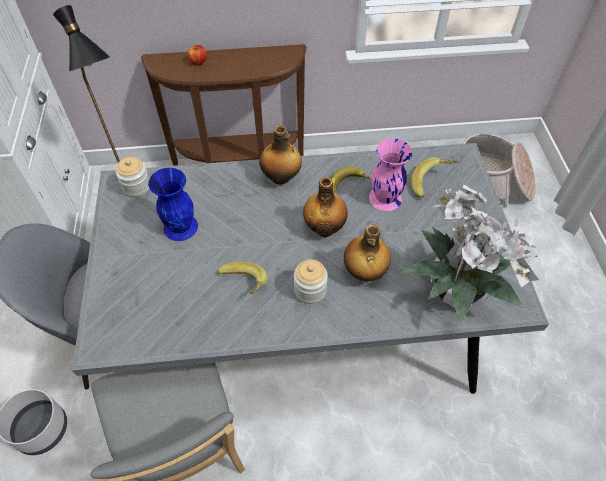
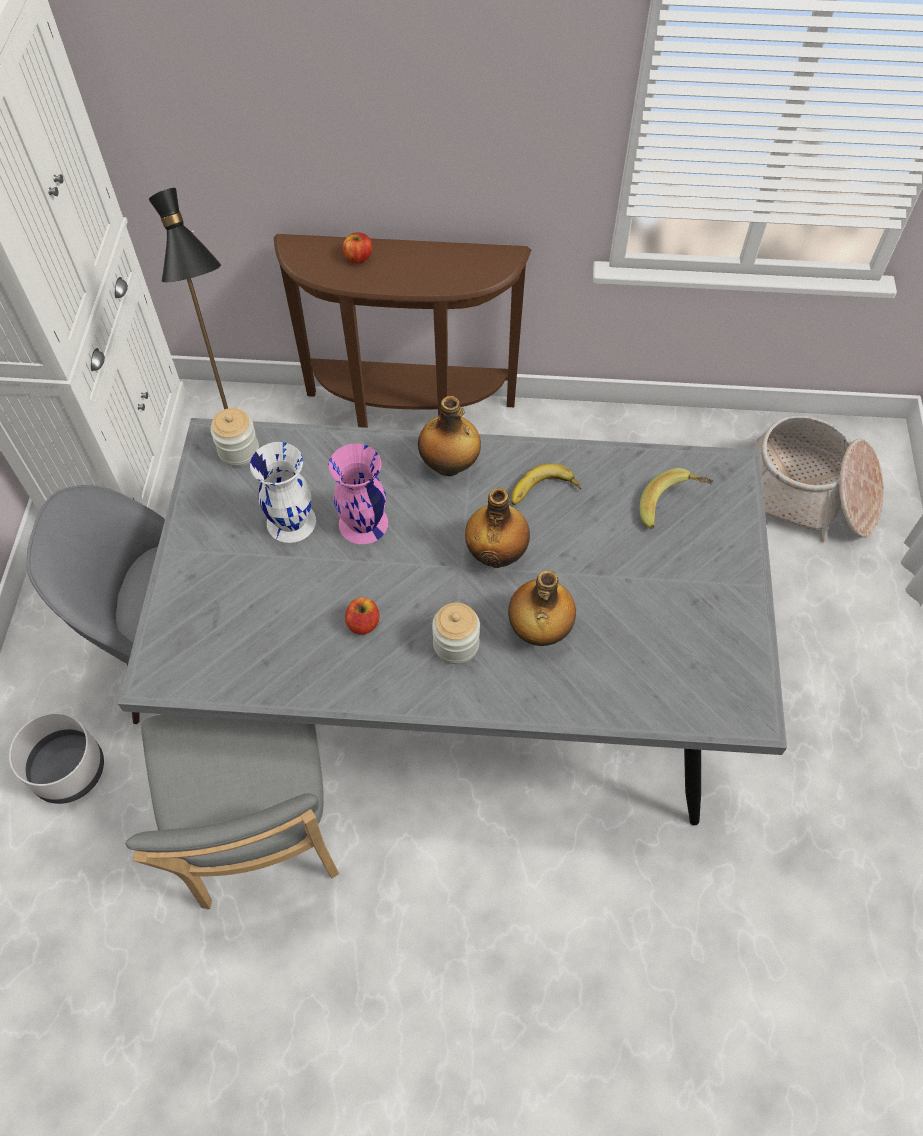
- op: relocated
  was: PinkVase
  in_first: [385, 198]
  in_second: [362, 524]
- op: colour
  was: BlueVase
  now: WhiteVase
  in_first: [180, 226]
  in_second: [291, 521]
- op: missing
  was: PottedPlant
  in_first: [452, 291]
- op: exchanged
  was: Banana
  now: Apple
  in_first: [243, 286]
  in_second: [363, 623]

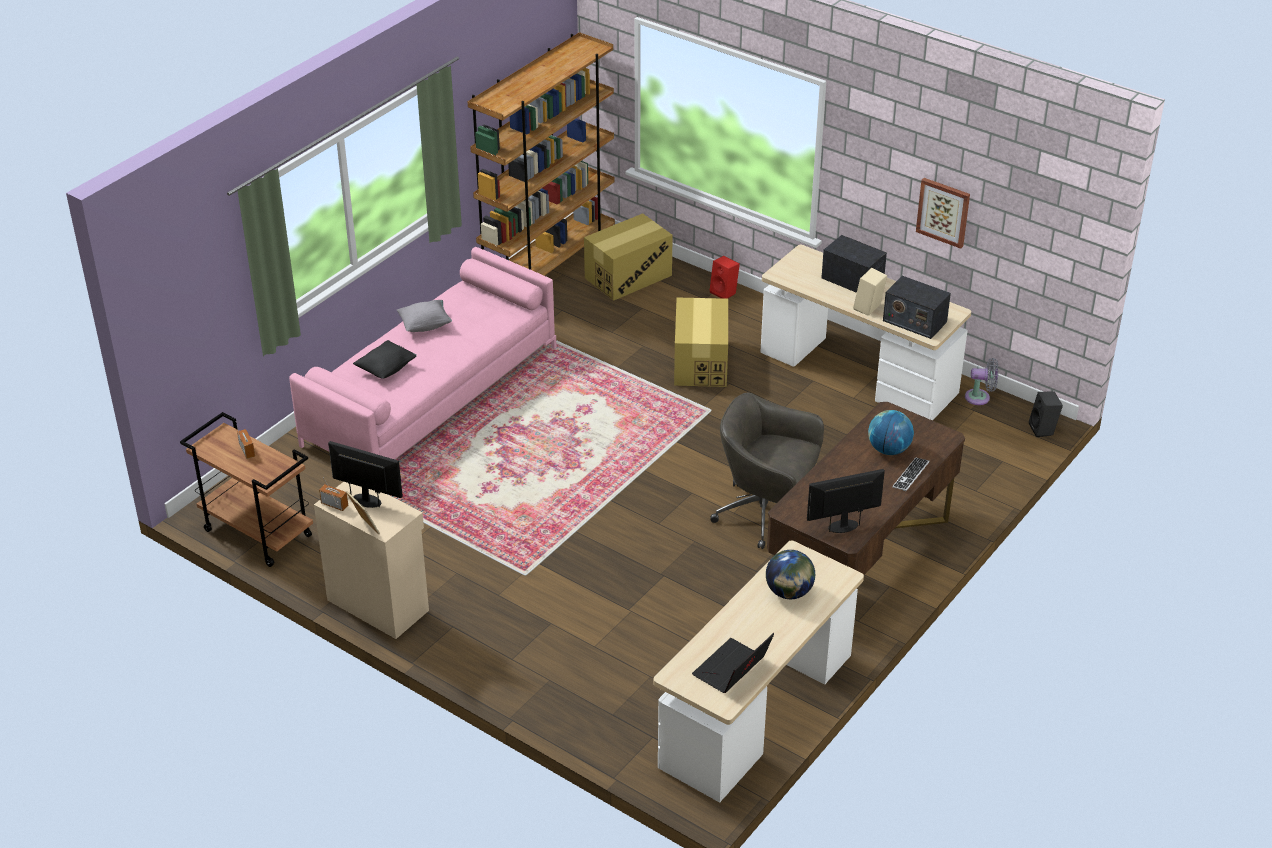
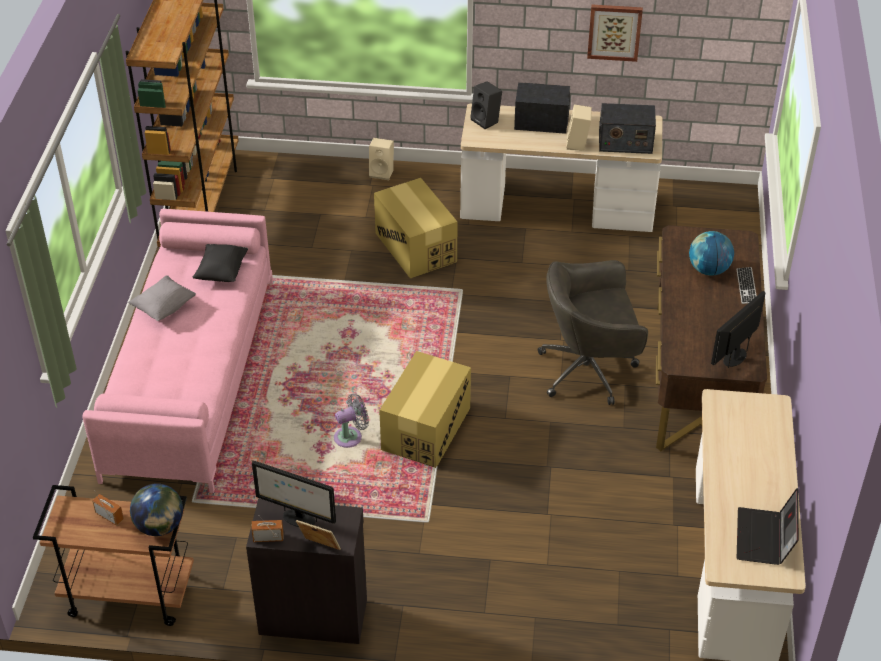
- op: relocated
  was: CardboardBox
  in_first: [628, 276]
  in_second: [426, 428]
- op: colour
  was: RedSpeaker
  now: BeigeSpeaker
  in_first: [724, 292]
  in_second: [382, 172]
- op: relocated
  was: BlackPillow
  in_first: [386, 369]
  in_second: [222, 272]
- op: relocated
  was: GreyFan
  in_first: [980, 397]
  in_second: [351, 436]
- op: relocated
  was: BlackSpeaker
  in_first: [1043, 429]
  in_second: [486, 120]
- op: spun
  was: Monitor
  in_first: [367, 500]
  in_second: [298, 518]
  clockwise: -150
- op: colour
  was: BeigeCabinet
  now: BlackCabinet
  in_first: [378, 604]
  in_second: [312, 615]
- op: relocated
  was: Globe
  in_first: [789, 592]
  in_second: [160, 526]

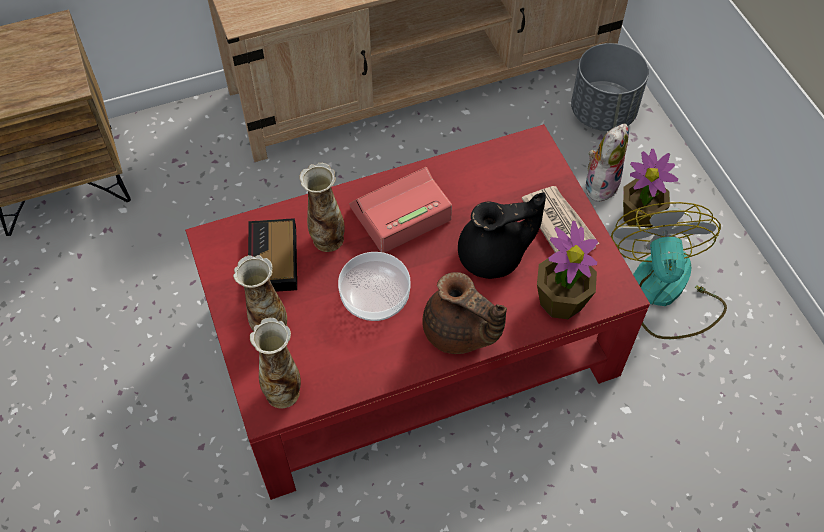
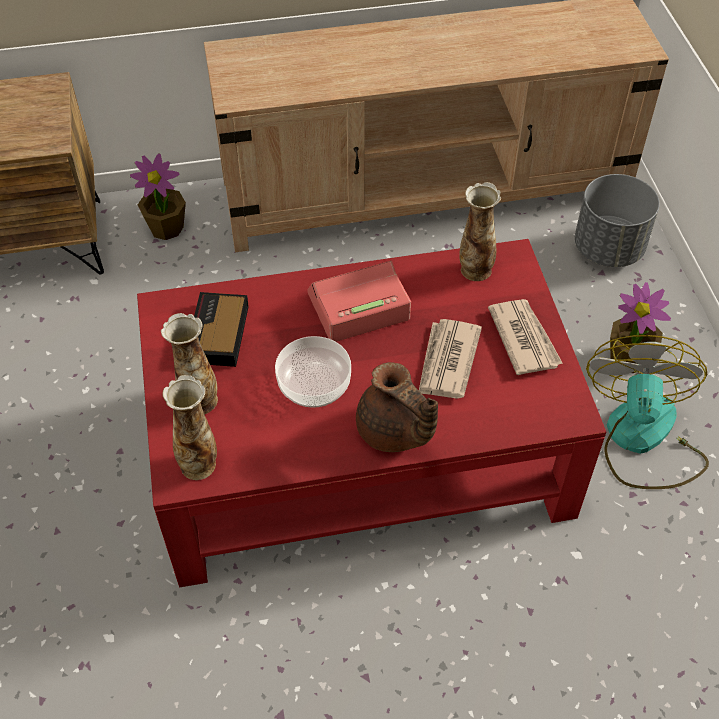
- op: missing
  was: PlushToy
  in_first: [600, 183]
- op: relocated
  was: Vase
  in_first: [327, 240]
  in_second: [475, 270]
- op: exchanged
  was: BlackTeapot
  now: Newspaper
  in_first: [493, 256]
  in_second: [447, 362]
- op: relocated
  was: PottedPlant
  in_first: [561, 300]
  in_second: [166, 227]

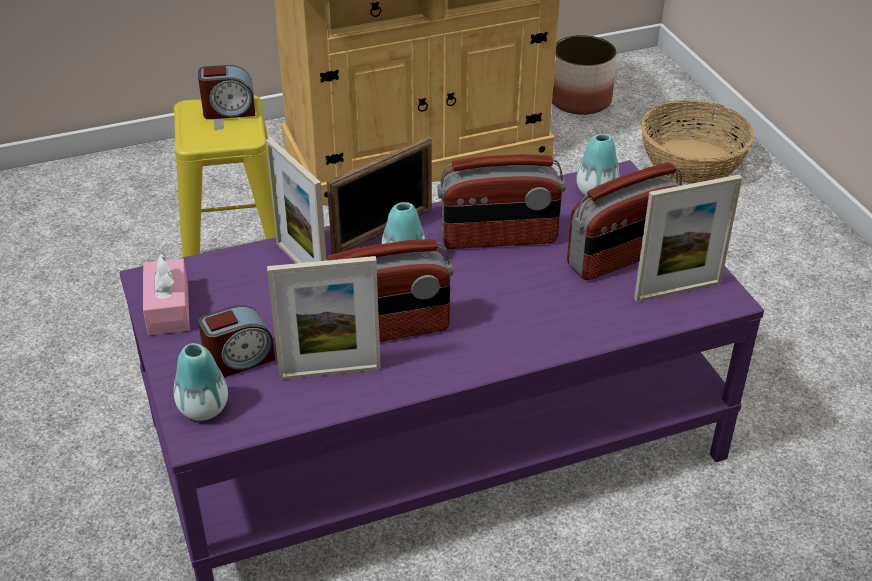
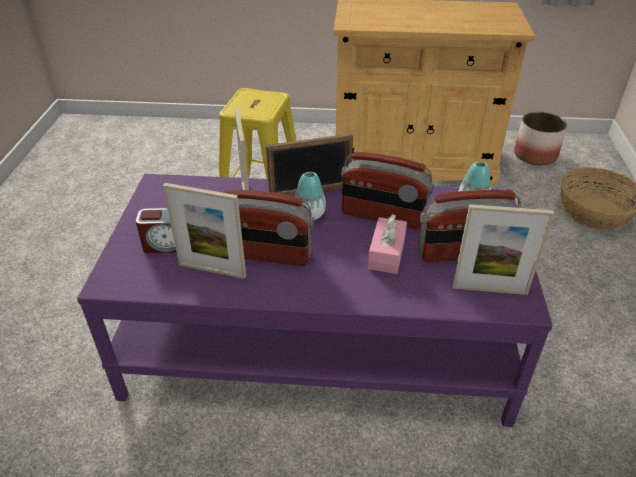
- op: missing
  was: AlarmClock
  in_first: [229, 111]
- op: relocated
  was: PinkTissueBox
  in_first: [168, 308]
  in_second: [386, 254]
- op: missing
  was: Vase
  in_first: [203, 408]

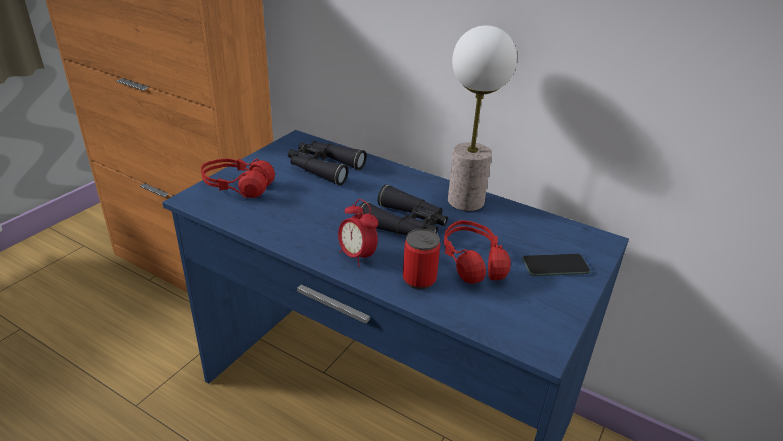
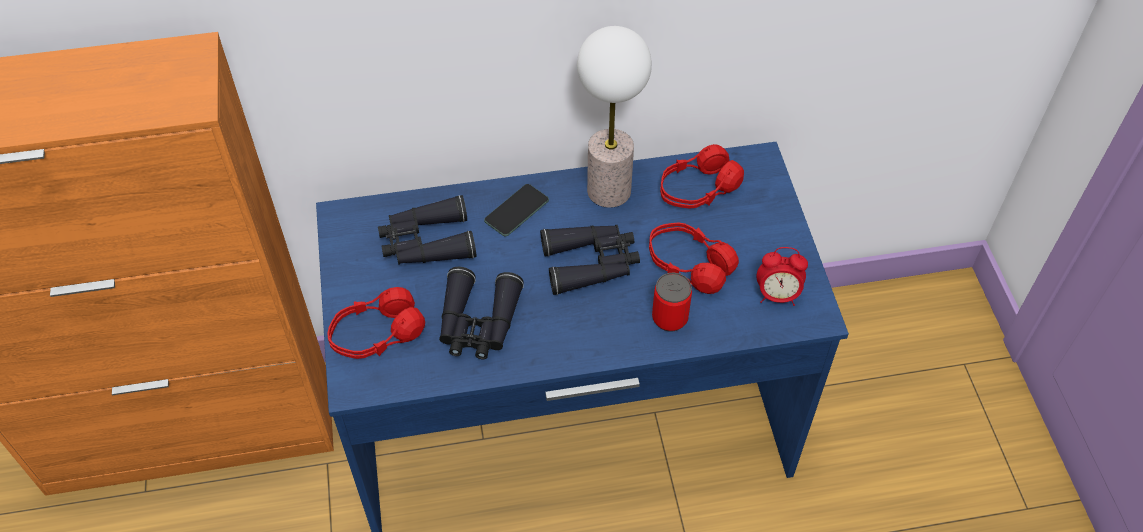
- op: relocated
  was: AlarmClock
  in_first: [357, 256]
  in_second: [777, 295]
- op: relocated
  was: Phone
  in_first: [555, 266]
  in_second: [516, 211]
- op: appeared
  now: RedHeadphones
  in_second: [697, 190]
- op: appeared
  now: BlackBinoculars
  in_second: [478, 323]

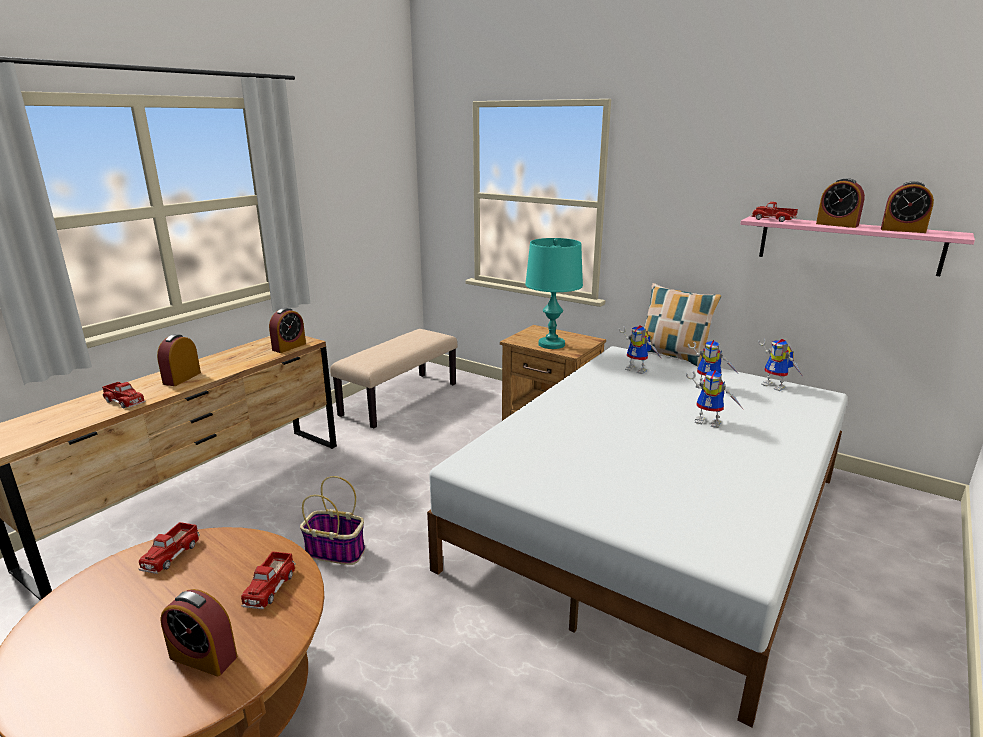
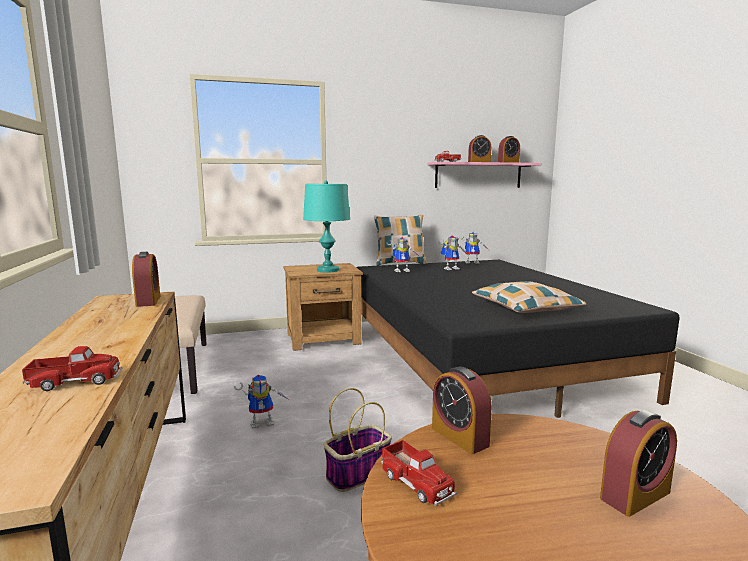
- op: relocated
  was: AlarmClock
  in_first: [182, 378]
  in_second: [459, 437]
- op: colour
  was: WhiteBed
  now: BlackBed
  in_first: [653, 521]
  in_second: [479, 358]
- op: relocated
  was: ToyRobot
  in_first: [710, 422]
  in_second: [263, 422]
- op: missing
  was: ToyTruck
  in_first: [269, 587]
- op: appeared
  now: Pillow
  in_second: [525, 308]

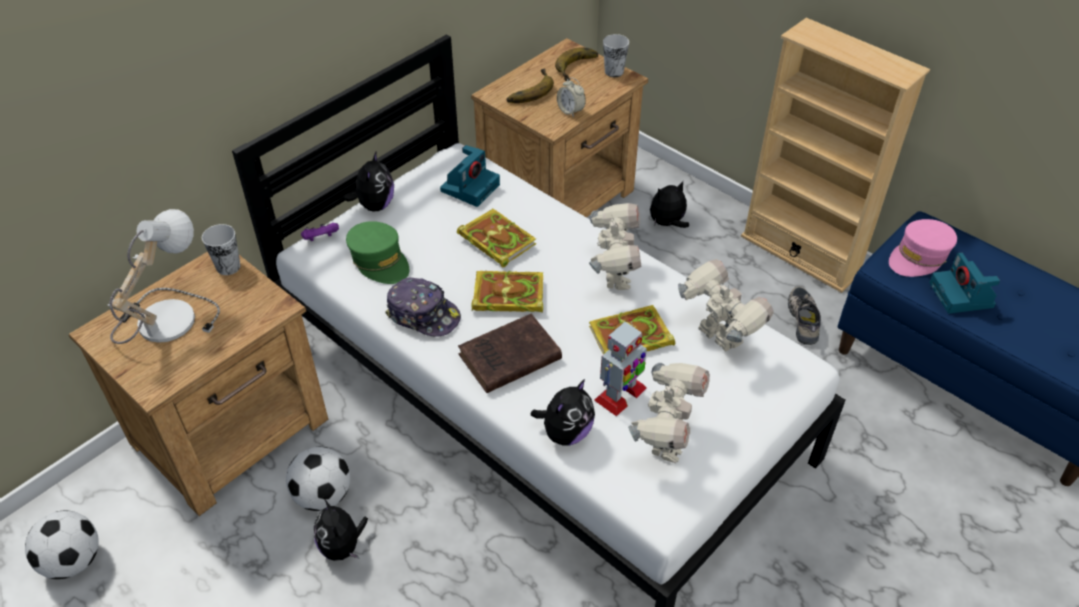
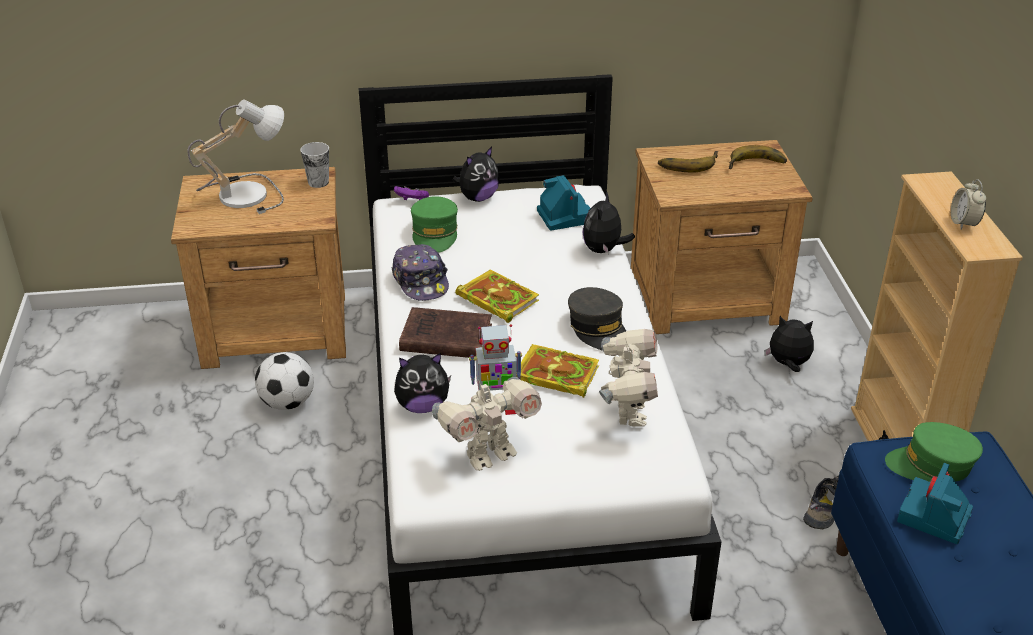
- op: missing
  was: Cup
  in_first: [614, 72]
- op: relocated
  was: AlarmClock
  in_first: [570, 111]
  in_second: [963, 223]
- op: spun
  was: PhotoCamera
  in_first: [470, 187]
  in_second: [563, 216]
  clockwise: -90
- op: exchanged
  was: ToyRobot
  now: GreyCap
  in_first: [613, 277]
  in_second: [598, 329]
- op: missing
  was: Book
  in_first: [495, 240]
- op: colour
  was: PinkCap
  now: GreenCap
  in_first: [919, 257]
  in_second: [931, 465]
- op: relocated
  was: PlushToy
  in_first: [343, 546]
  in_second: [604, 250]
- op: missing
  was: Football
  in_first: [73, 561]

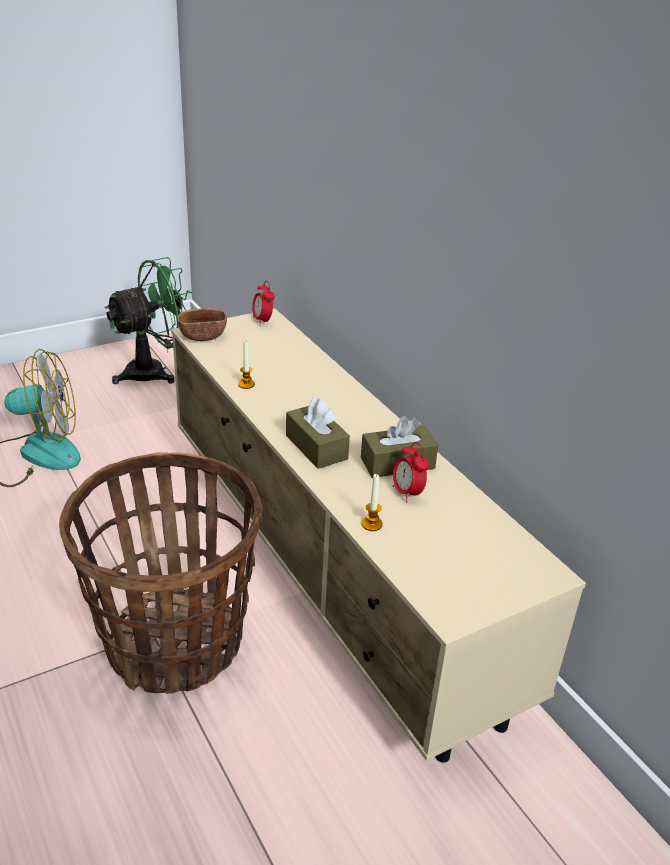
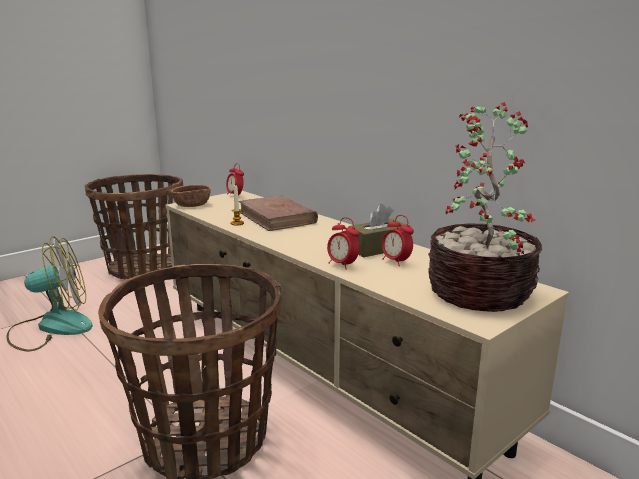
- op: exchanged
  was: GreenFan
  now: Basket
  in_first: [155, 371]
  in_second: [143, 268]
- op: missing
  was: BrownTissueBox
  in_first: [316, 447]
- op: missing
  was: Candle
  in_first: [371, 524]
- op: appeared
  now: PottedPlant
  in_second: [478, 290]
- op: appeared
  now: BrownBook
  in_second: [277, 217]
- op: appeared
  now: AlarmClock
  in_second: [342, 265]

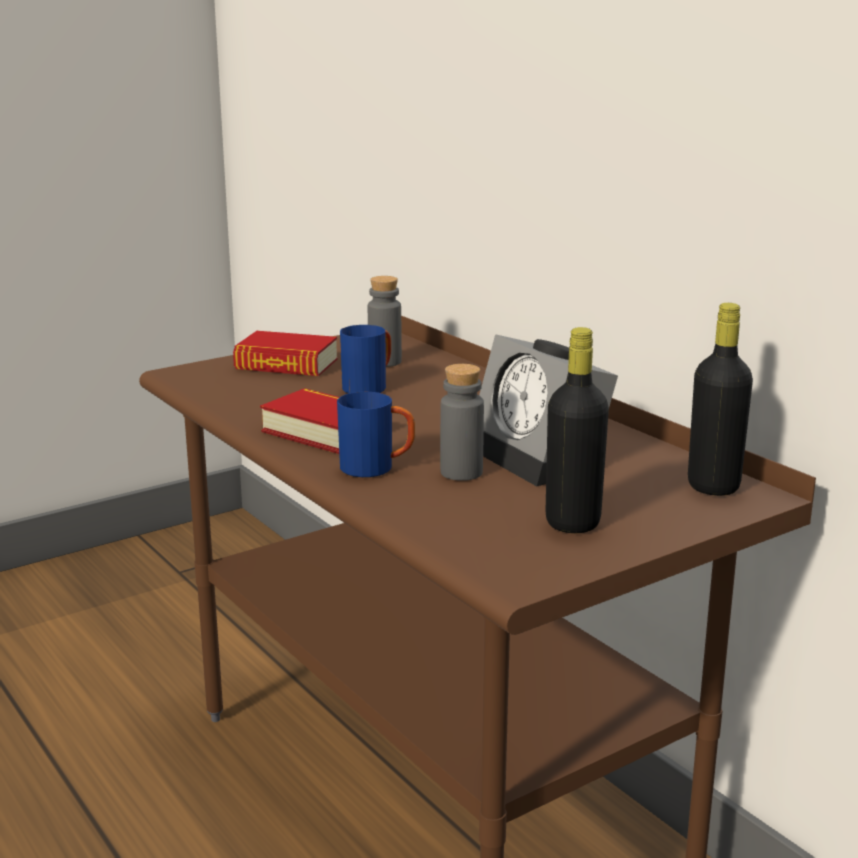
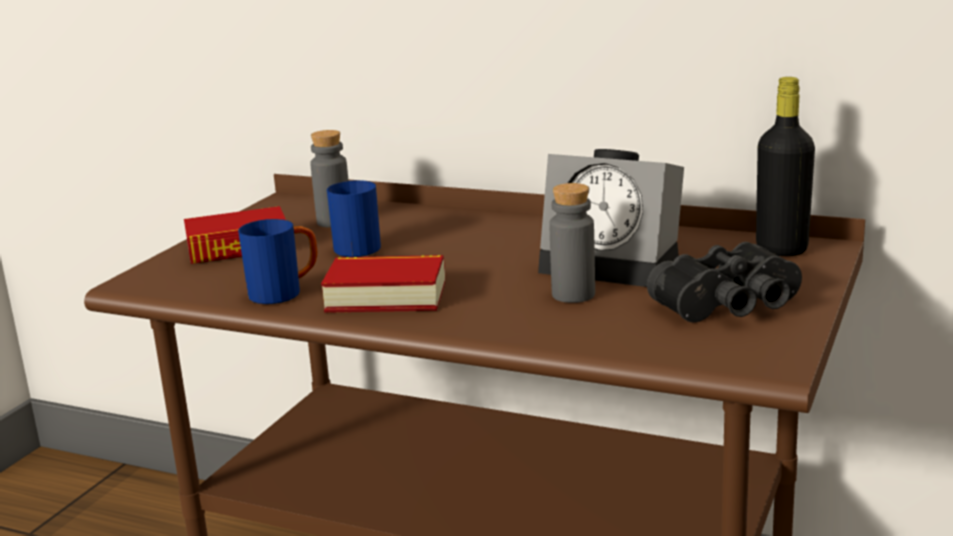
- op: exchanged
  was: BlackBottle
  now: BlackBinoculars
  in_first: [572, 522]
  in_second: [732, 307]
- op: relocated
  was: BlueMug
  in_first: [377, 468]
  in_second: [285, 293]

